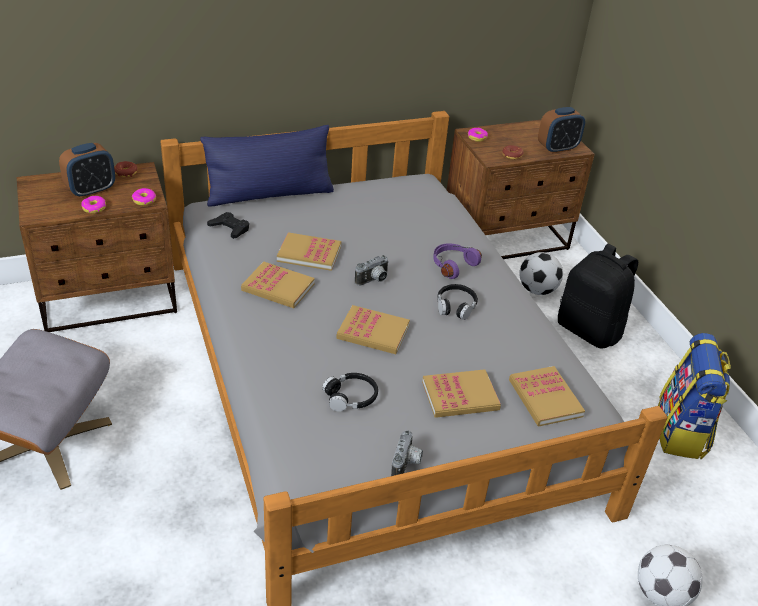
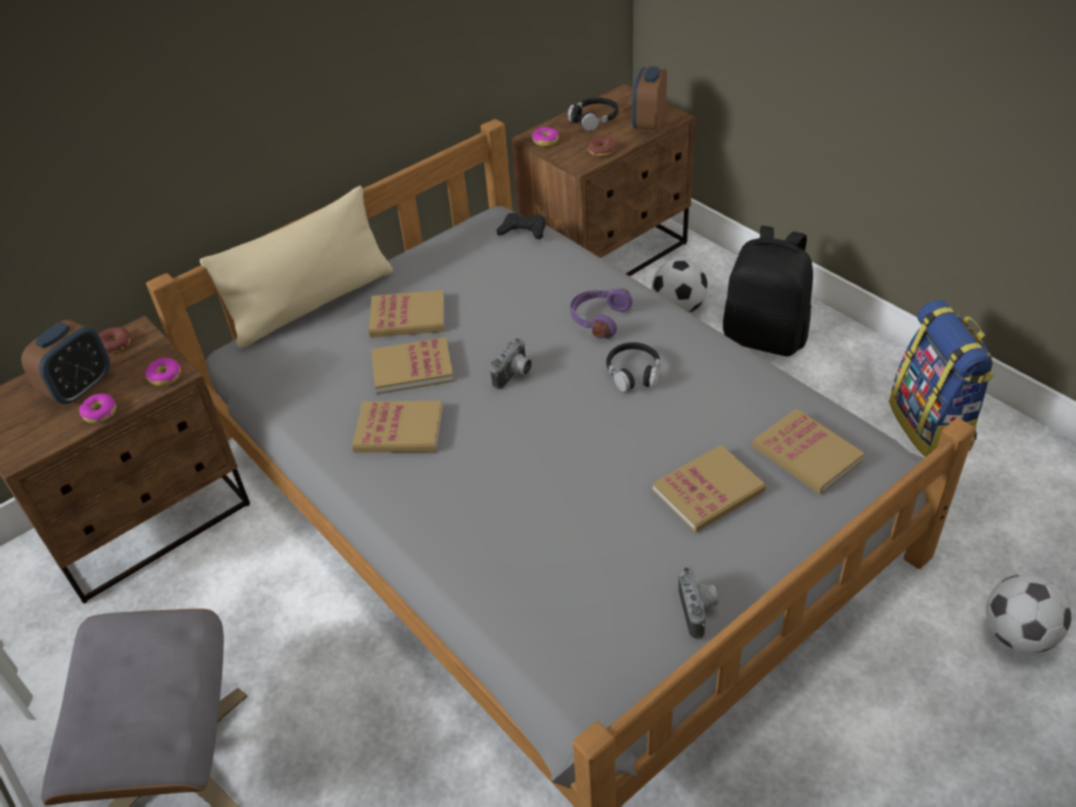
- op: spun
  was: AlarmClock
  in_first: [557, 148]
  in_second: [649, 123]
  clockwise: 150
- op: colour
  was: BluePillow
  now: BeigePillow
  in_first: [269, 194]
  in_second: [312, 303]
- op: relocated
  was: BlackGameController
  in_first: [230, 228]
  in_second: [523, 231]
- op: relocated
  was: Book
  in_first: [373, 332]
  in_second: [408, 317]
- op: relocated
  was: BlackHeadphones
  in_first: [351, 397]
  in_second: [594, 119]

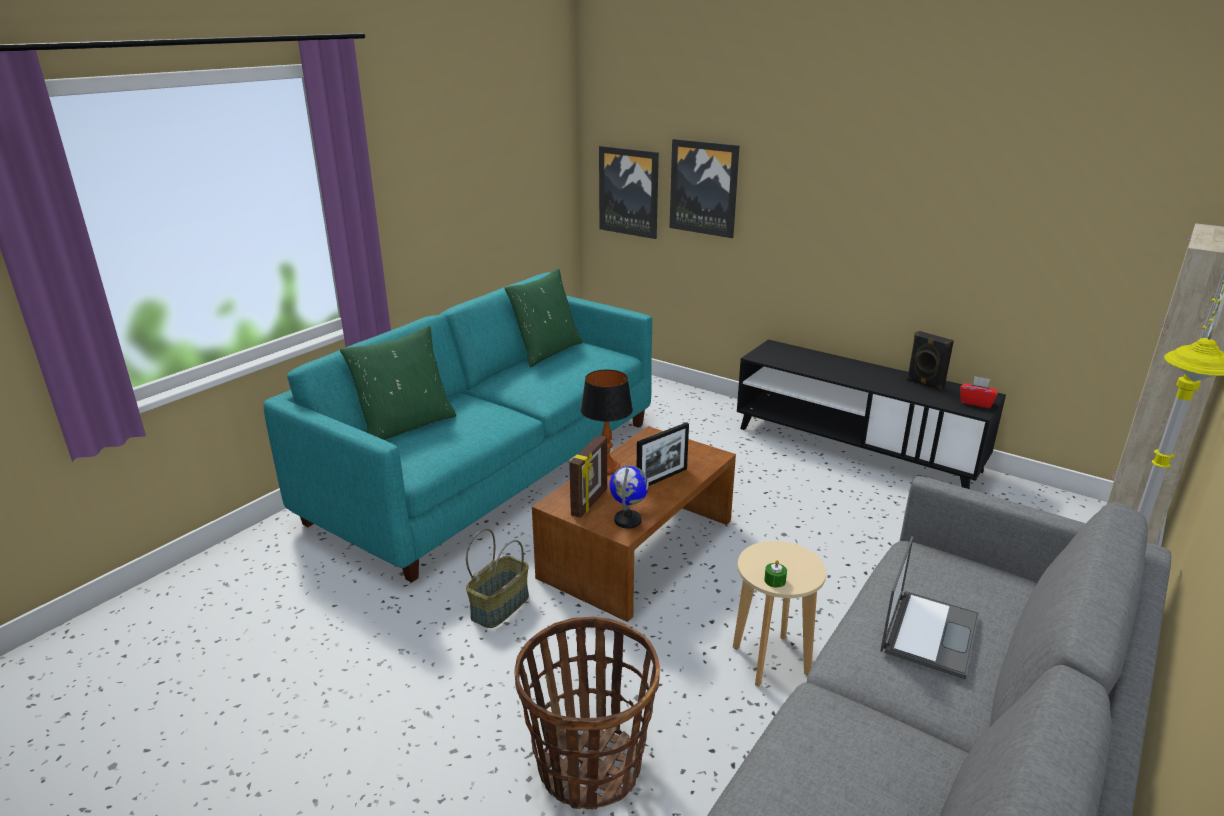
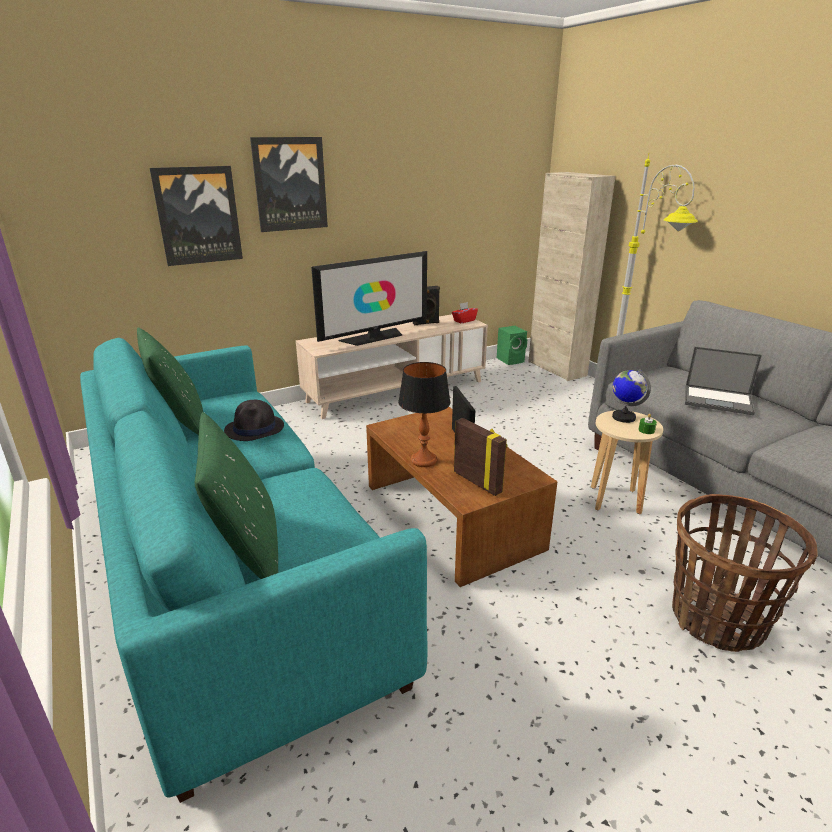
- op: relocated
  was: Picture
  in_first: [629, 192]
  in_second: [290, 184]
- op: colour
  was: BlackTvStand
  now: BeigeTvStand
  in_first: [855, 448]
  in_second: [396, 391]
- op: relocated
  was: Globe
  in_first: [628, 520]
  in_second: [623, 417]
- op: missing
  was: Basket
  in_first: [499, 606]
- op: spun
  was: Laptop
  in_first: [929, 632]
  in_second: [718, 400]
  clockwise: 150
- op: appeared
  now: Television
  in_second: [374, 337]
- op: appeared
  now: GreenSpeaker
  in_second: [511, 360]
- op: appeared
  now: BlackHat
  in_second: [255, 429]

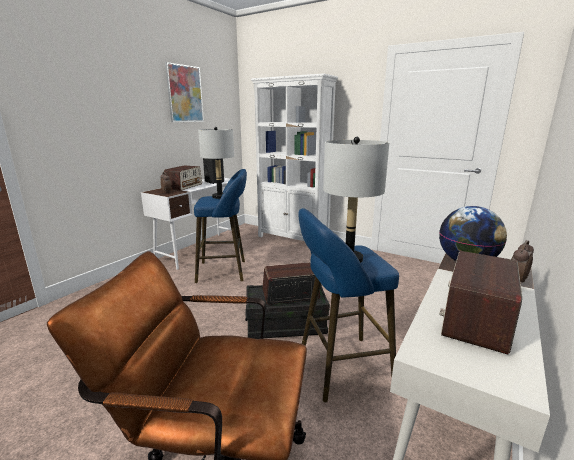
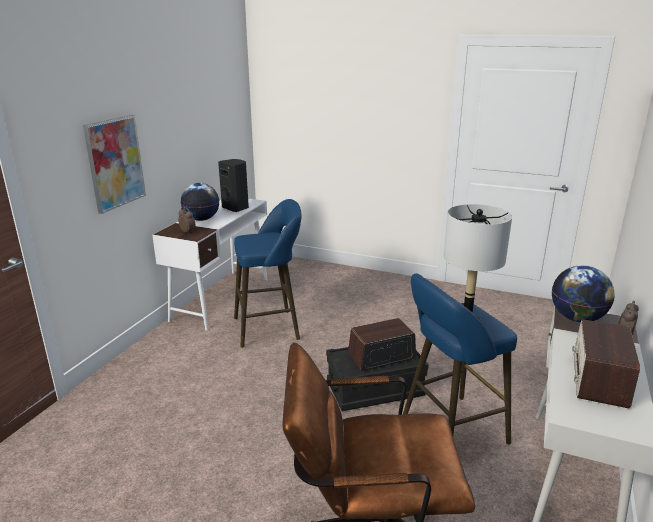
- op: relocated
  was: Picture
  in_first: [185, 94]
  in_second: [115, 163]
- op: missing
  was: WhiteBookcase
  in_first: [293, 239]
- op: missing
  was: GreyTableLamp
  in_first: [219, 197]
- op: exchanged
  was: Radio
  now: Globe
  in_first: [184, 186]
  in_second: [201, 219]

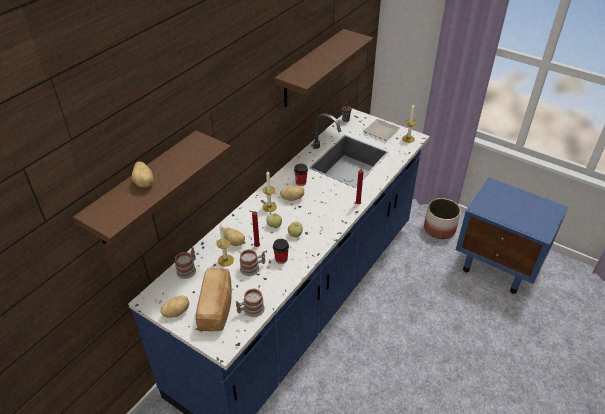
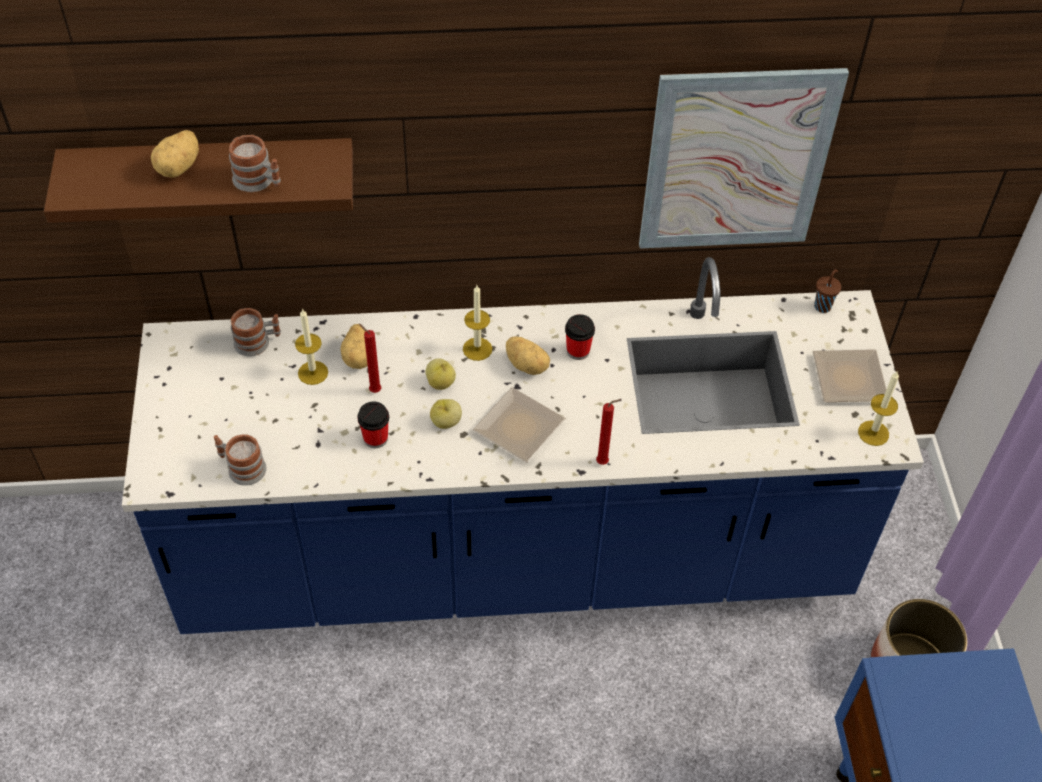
- op: exchanged
  was: BrownShelf
  now: Picture
  in_first: [310, 69]
  in_second: [736, 161]
- op: relocated
  was: Mug
  in_first: [253, 268]
  in_second: [259, 181]
- op: missing
  was: Bread
  in_first: [217, 307]
- op: missing
  was: Potato
  in_first: [176, 312]
- op: appeared
  now: Plate
  in_second: [519, 430]

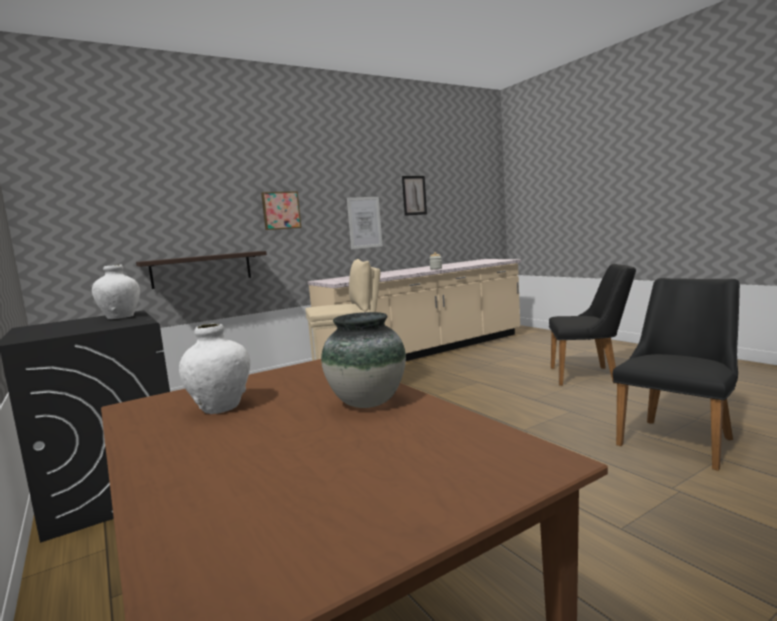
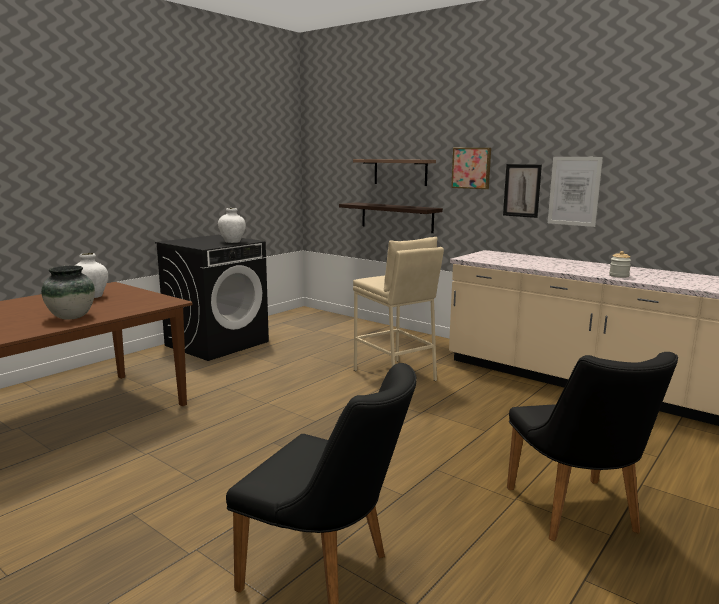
- op: relocated
  was: Picture
  in_first: [414, 195]
  in_second: [522, 190]
- op: appeared
  now: Shelf
  in_second: [400, 172]

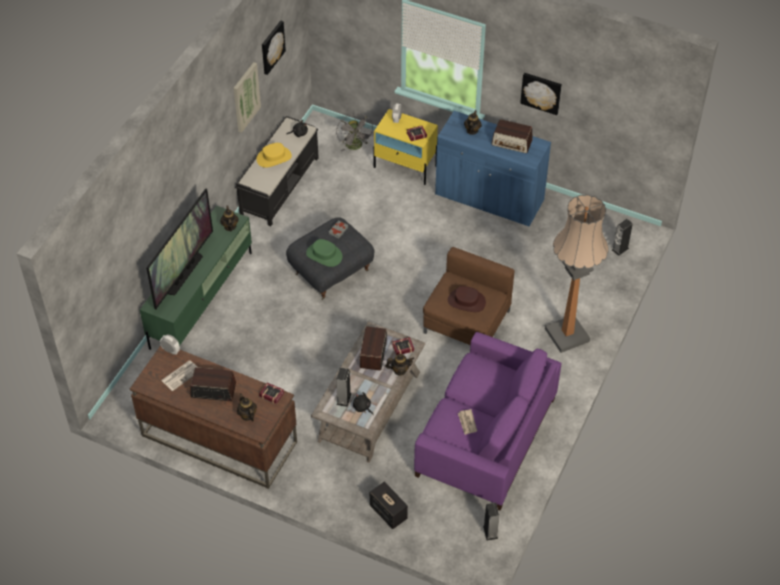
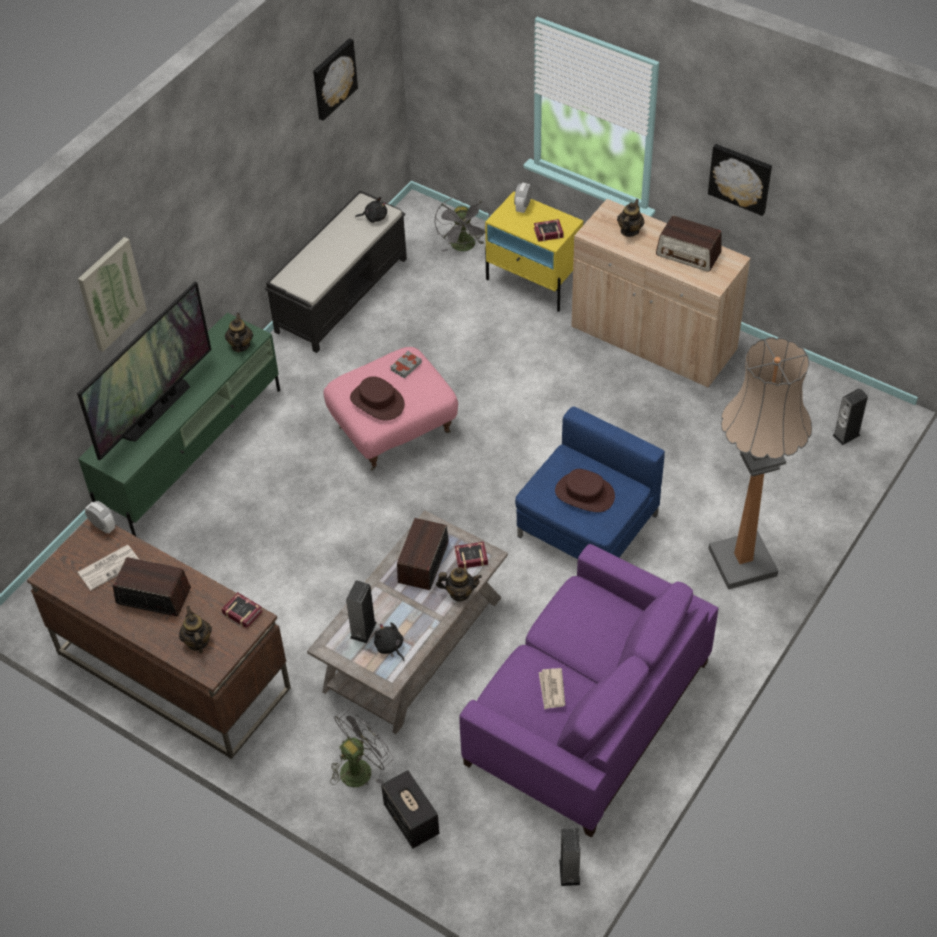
- op: relocated
  was: Picture
  in_first: [245, 97]
  in_second: [111, 293]
- op: colour
  was: BlueCabinet
  now: BeigeCabinet
  in_first: [489, 198]
  in_second: [653, 339]
- op: missing
  was: YellowHat
  in_first: [274, 157]
- op: colour
  was: GreyOttoman
  now: PinkOttoman
  in_first: [331, 271]
  in_second: [393, 428]
- op: colour
  was: GreenHat
  now: BrownHat
  in_first: [324, 255]
  in_second: [377, 401]
- op: colour
  was: BrownArmchair
  now: BlueArmchair
  in_first: [466, 322]
  in_second: [586, 526]
- op: appeared
  now: GreyFan
  in_second: [360, 767]

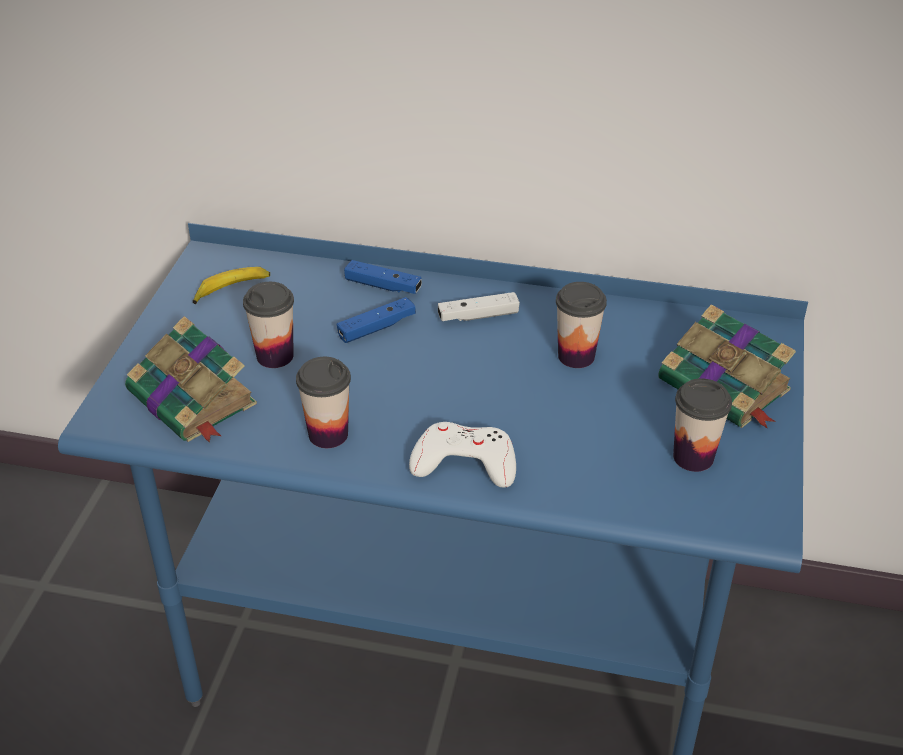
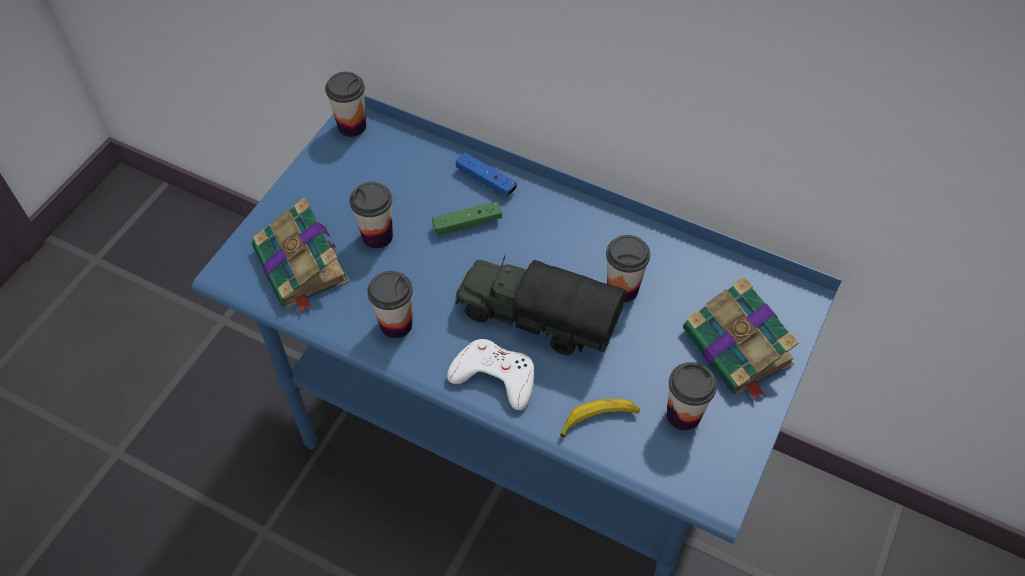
- op: relocated
  was: Banana
  in_first: [231, 290]
  in_second: [599, 420]
- op: missing
  was: WhiteGameController
  in_first: [478, 316]
- op: colour
  was: BlueGameController
  now: GreenGameController
  in_first: [377, 327]
  in_second: [467, 224]
- op: appeared
  now: Cup
  in_second: [352, 126]
- op: appeared
  now: ToyTruck
  in_second: [536, 319]

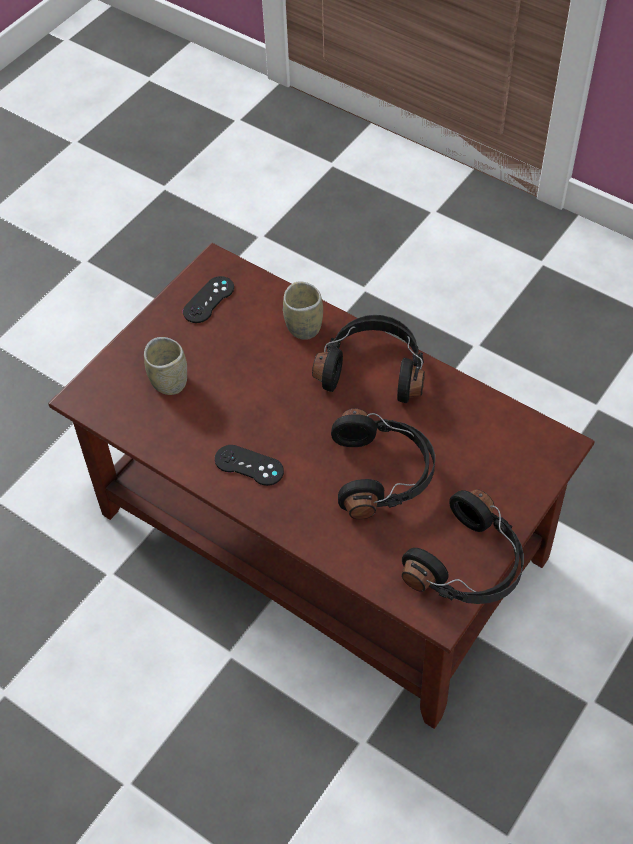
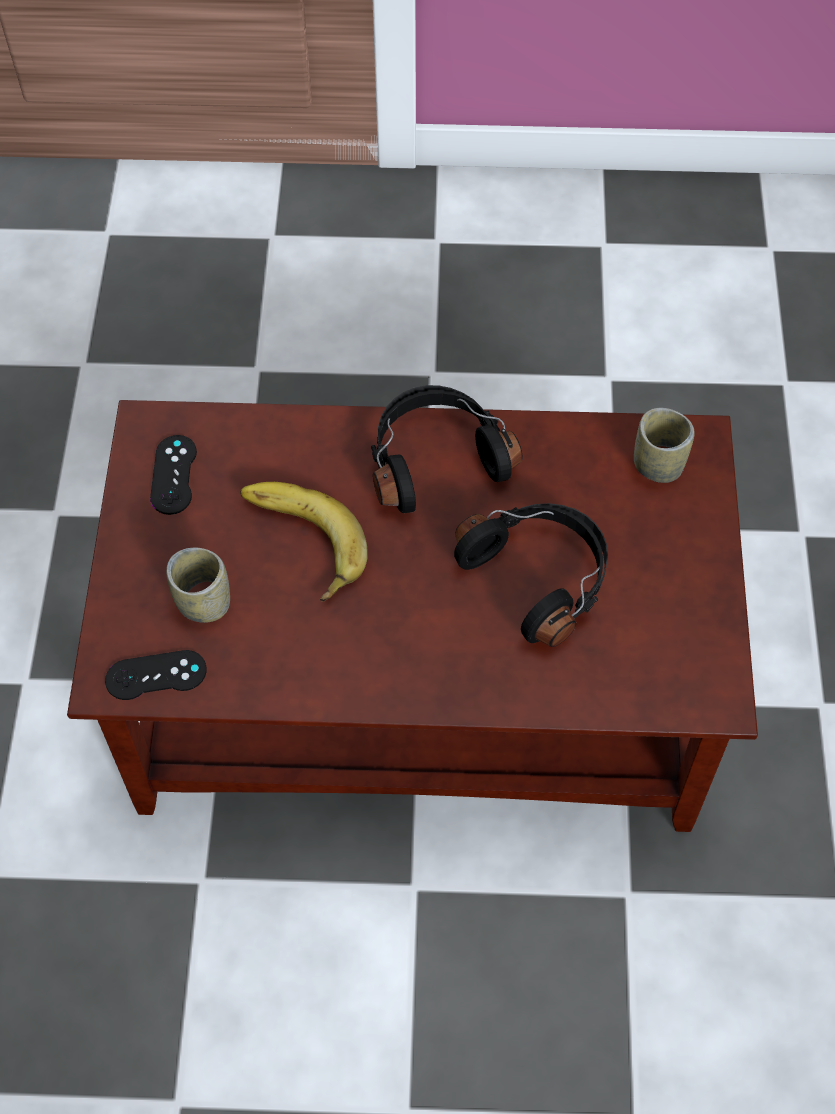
- op: relocated
  was: Cup
  in_first: [304, 327]
  in_second: [658, 465]
- op: relocated
  was: BlackGameController
  in_first: [249, 465]
  in_second: [156, 675]
- op: missing
  was: BlackHeadphones
  in_first: [469, 565]
- op: appeared
  now: Banana
  in_second: [298, 543]

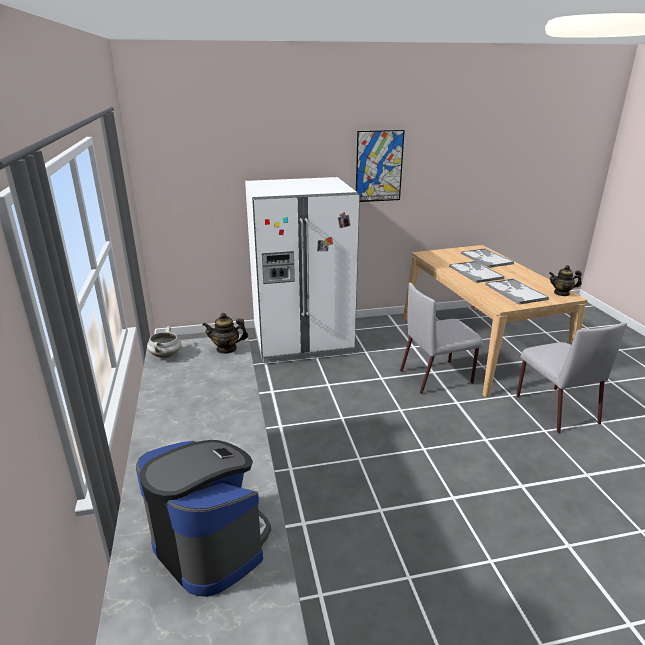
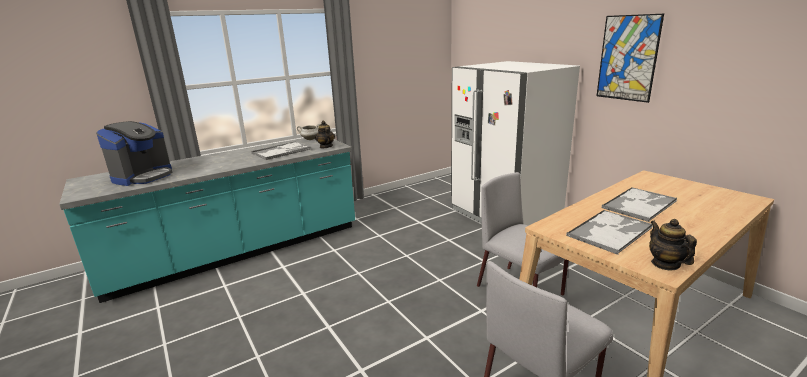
- op: relocated
  was: Tray
  in_first: [486, 258]
  in_second: [282, 151]

